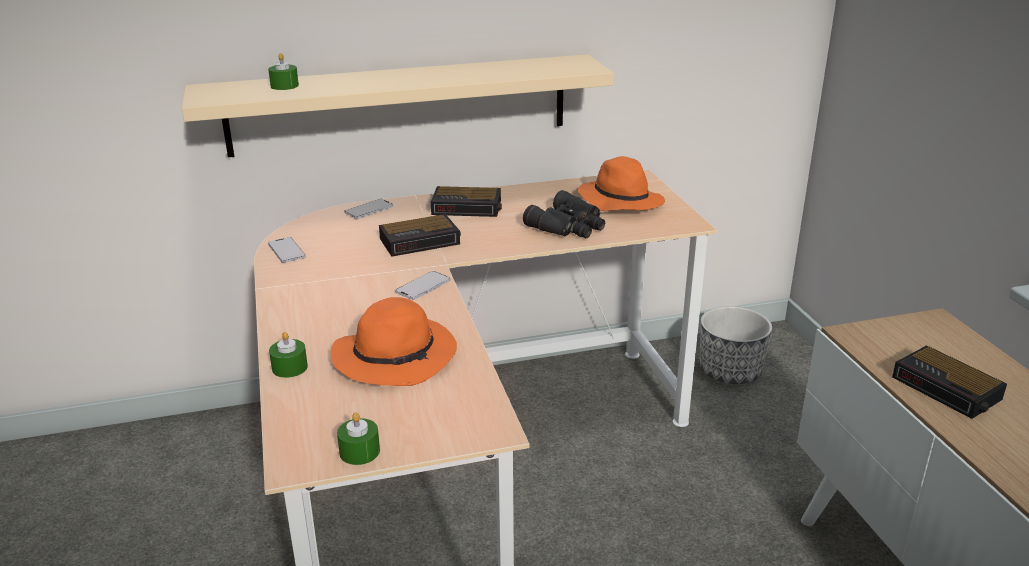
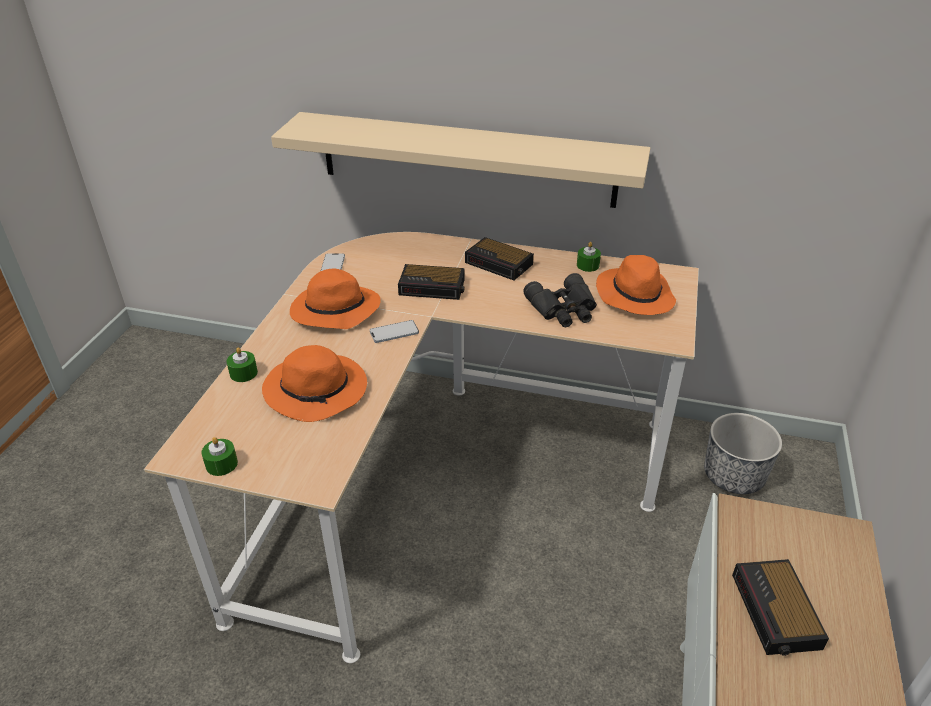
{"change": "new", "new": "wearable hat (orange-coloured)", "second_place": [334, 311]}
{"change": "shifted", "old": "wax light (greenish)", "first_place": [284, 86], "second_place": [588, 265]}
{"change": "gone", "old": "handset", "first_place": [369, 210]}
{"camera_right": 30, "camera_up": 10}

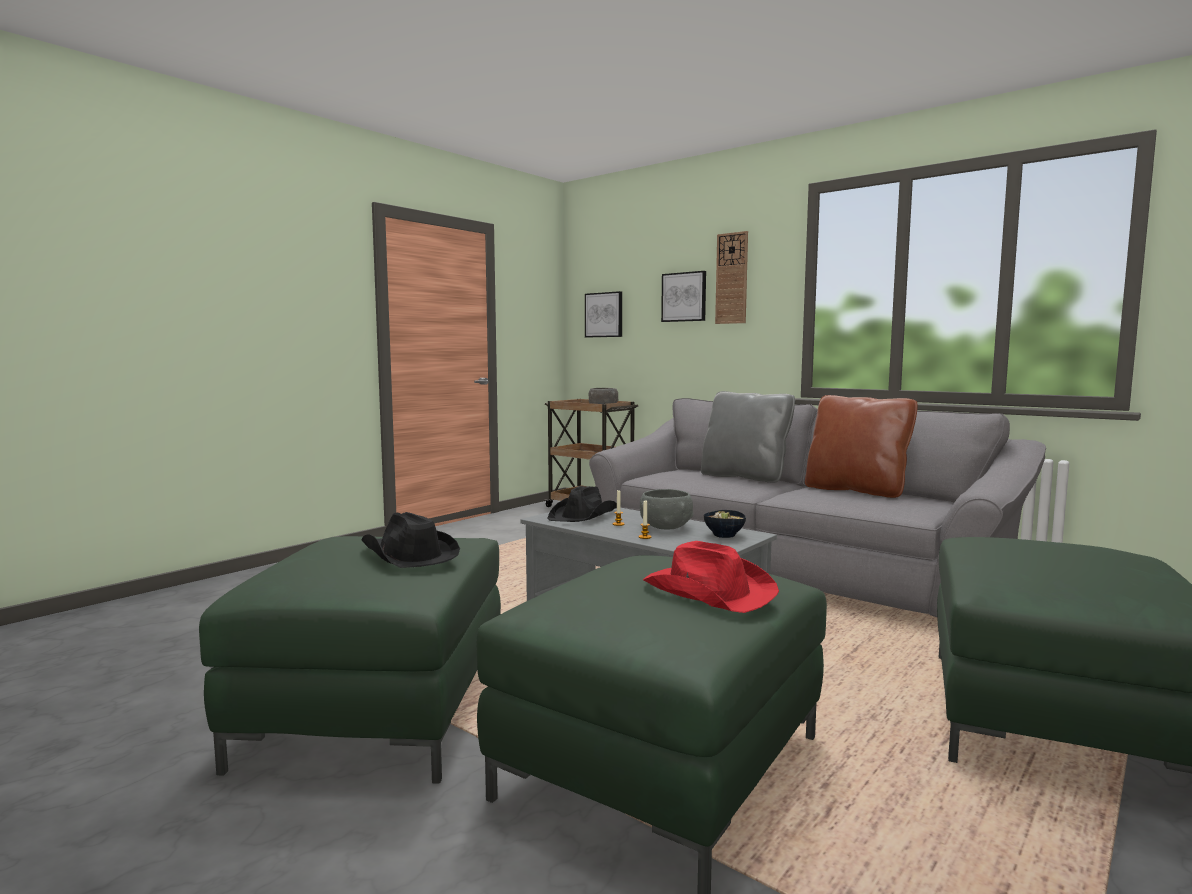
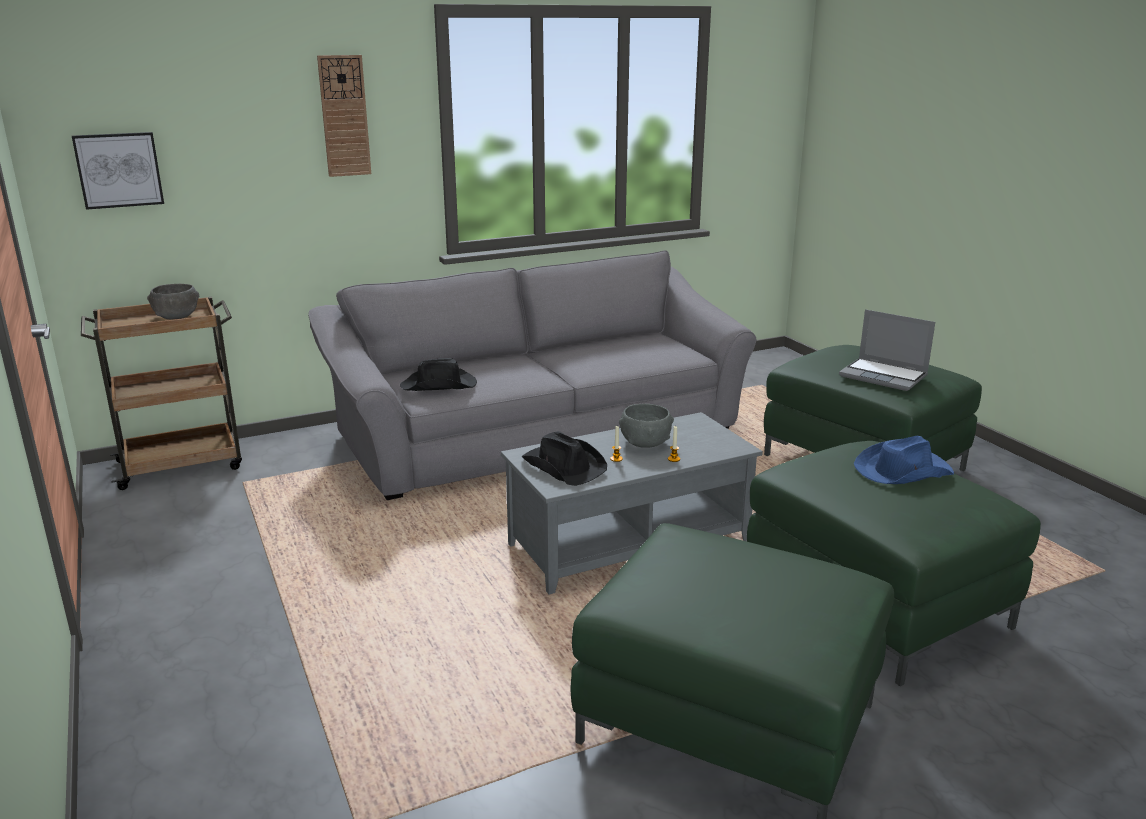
{"change": "shifted", "old": "wearable hat (blackish)", "first_place": [408, 555], "second_place": [439, 385]}
{"change": "new", "new": "notebook computer", "second_place": [884, 376]}
{"change": "repainted", "old": "wearable hat (red-coloured)", "new": "wearable hat (blue-coloured)", "first_place": [708, 590], "second_place": [901, 470]}
{"change": "gone", "old": "wall picture", "first_place": [684, 297]}
{"change": "gone", "old": "pillow (gray)", "first_place": [745, 477]}
{"change": "gone", "old": "deep dish", "first_place": [723, 535]}
{"change": "gone", "old": "pillow (brown-coloured)", "first_place": [856, 490]}
{"camera_right": -65, "camera_up": 15}

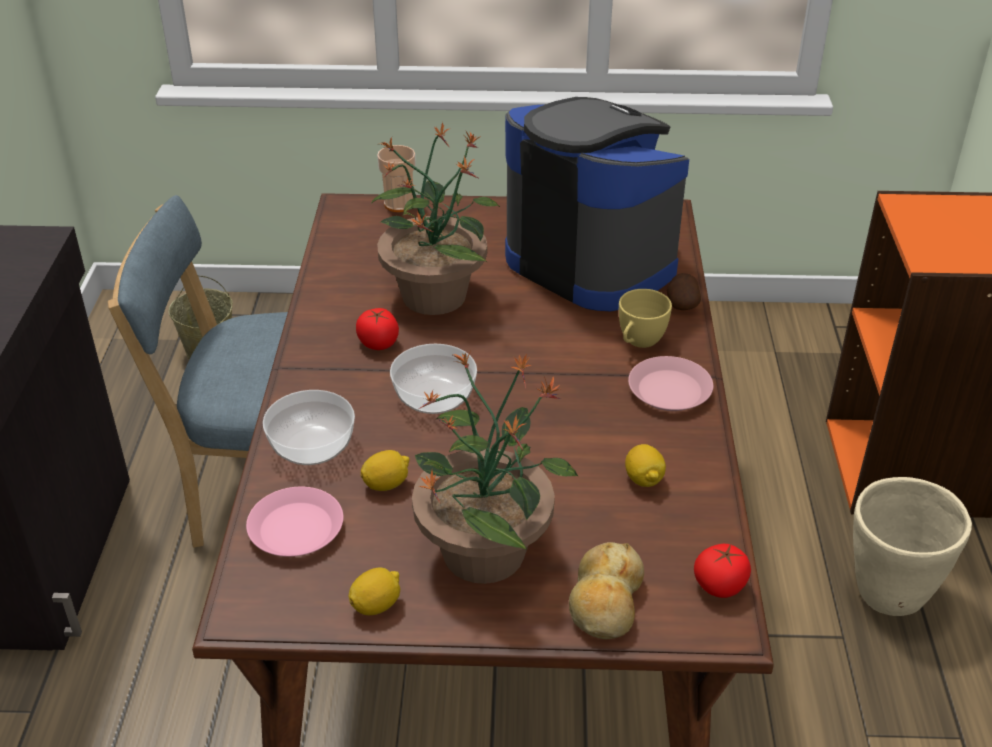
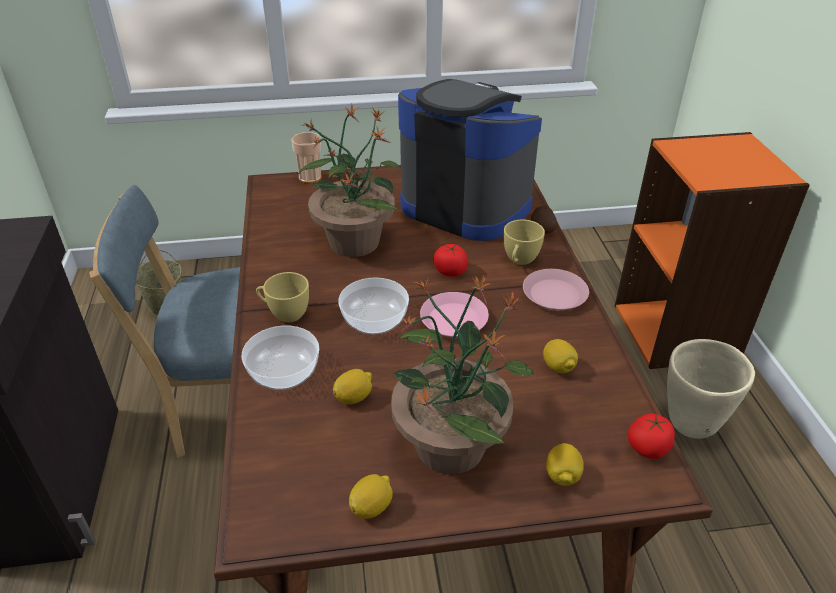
{"change": "new", "new": "small cup (yellow)", "second_place": [284, 313]}
{"change": "shifted", "old": "plate (pink-coloured)", "first_place": [296, 528], "second_place": [454, 319]}
{"change": "shifted", "old": "whole tomato", "first_place": [378, 343], "second_place": [450, 271]}
{"change": "swapped", "old": "baked bread", "new": "whole lemon", "first_place": [605, 602], "second_place": [562, 476]}
{"camera_right": -10, "camera_up": 0}

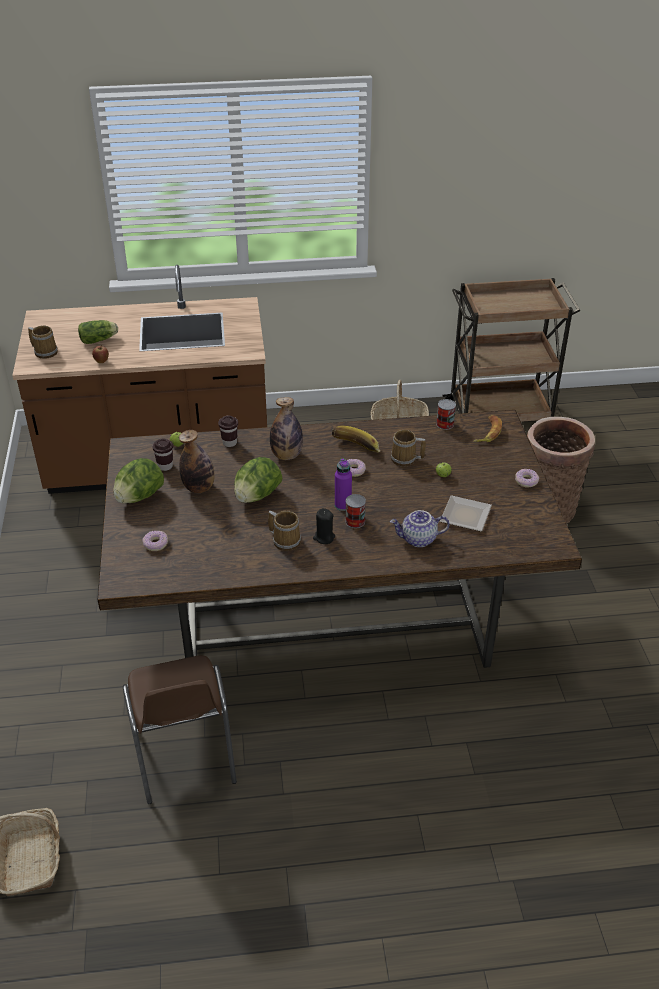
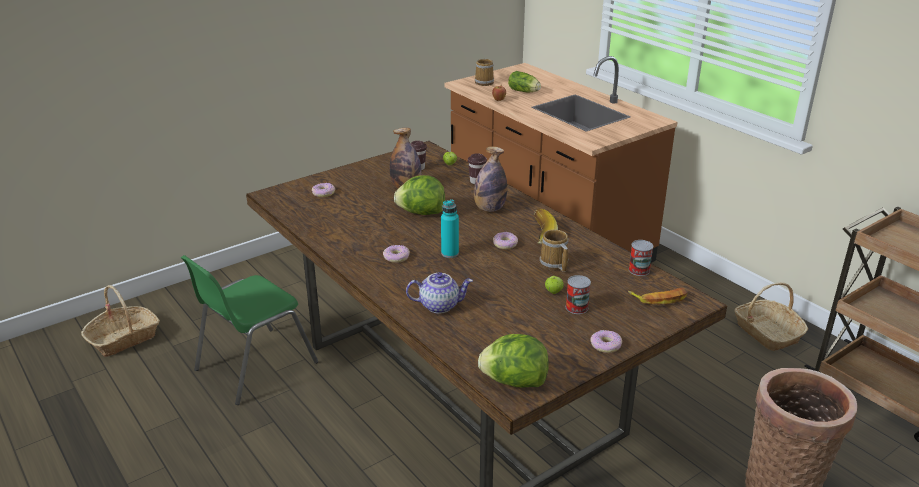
{"change": "repainted", "old": "upright chair (brown-coloured)", "new": "upright chair (greenish)", "first_place": [183, 752], "second_place": [254, 366]}
{"change": "swapped", "old": "wax light (blackish)", "new": "ring doughnut", "first_place": [324, 537], "second_place": [396, 257]}
{"change": "rotated", "old": "teapot", "first_place": [418, 540], "second_place": [439, 305], "degrees": 120}
{"change": "repainted", "old": "beverage bottle (purple-coloured)", "new": "beverage bottle (blue-green)", "first_place": [343, 505], "second_place": [450, 253]}
{"change": "shifted", "old": "head of lettuce", "first_place": [139, 497], "second_place": [514, 382]}
{"change": "shifted", "old": "can", "first_place": [355, 521], "second_place": [576, 307]}
{"change": "gone", "old": "tea mug", "first_place": [285, 540]}
{"change": "gone", "old": "plate", "first_place": [466, 517]}
{"camera_right": 60, "camera_up": -10}

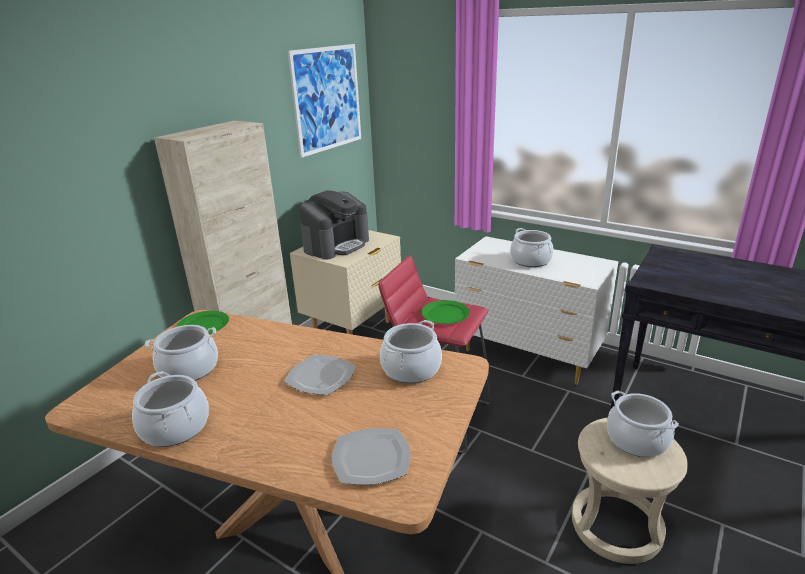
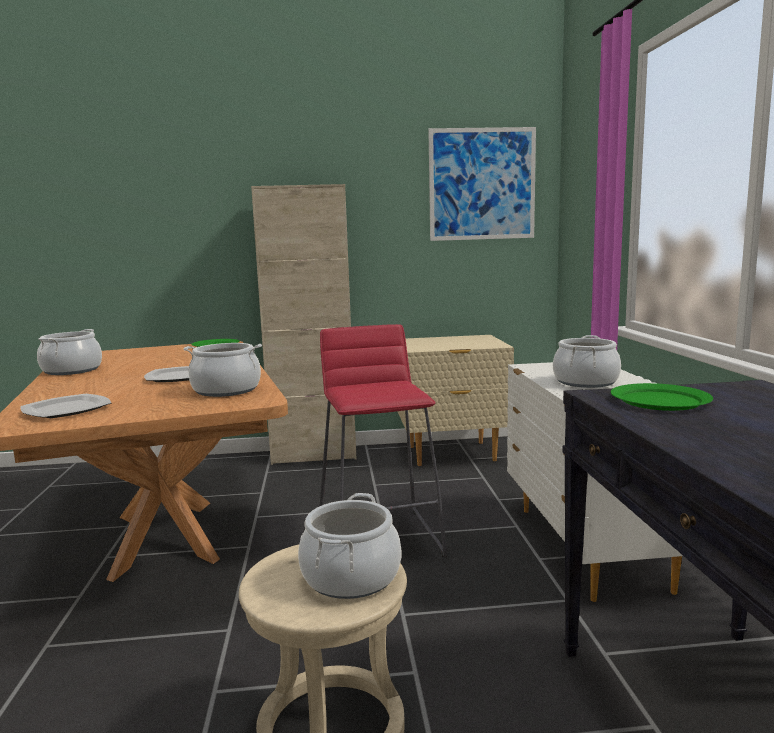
{"change": "shifted", "old": "plate (greenish)", "first_place": [445, 314], "second_place": [659, 400]}
{"change": "gone", "old": "stockpot", "first_place": [189, 369]}
{"change": "gone", "old": "coffee brewer", "first_place": [336, 245]}
{"camera_right": 50, "camera_up": -15}

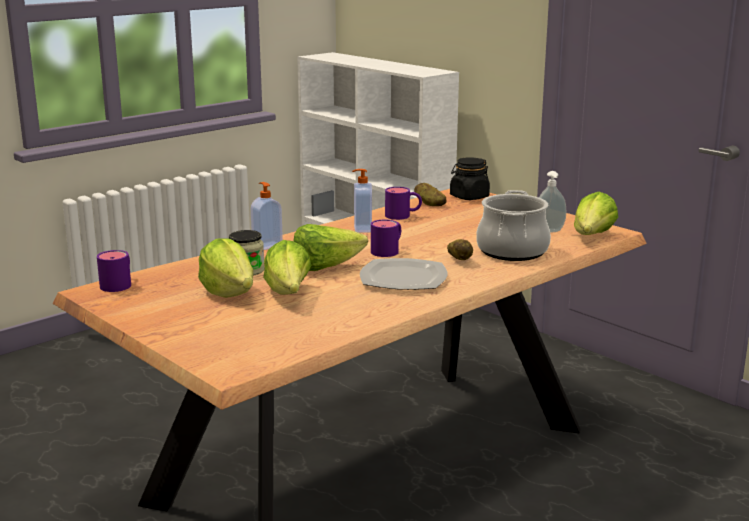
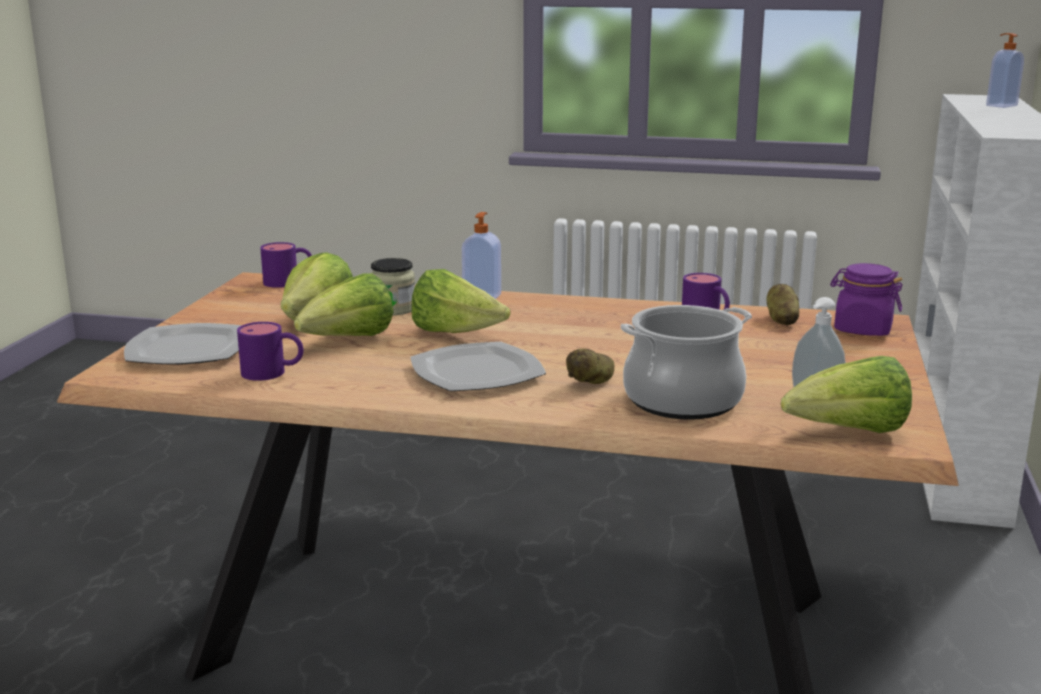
{"change": "new", "new": "plate", "second_place": [186, 350]}
{"change": "shifted", "old": "tea mug (purple-coloured)", "first_place": [388, 250], "second_place": [273, 372]}
{"change": "repainted", "old": "storage jar (blackish)", "new": "storage jar (purple-coloured)", "first_place": [469, 197], "second_place": [862, 329]}
{"change": "shifted", "old": "soap bottle", "first_place": [362, 229], "second_place": [1000, 105]}
{"camera_right": 55, "camera_up": 0}

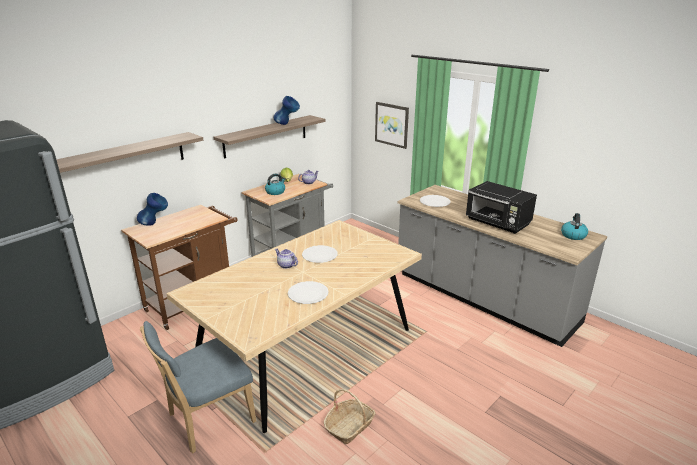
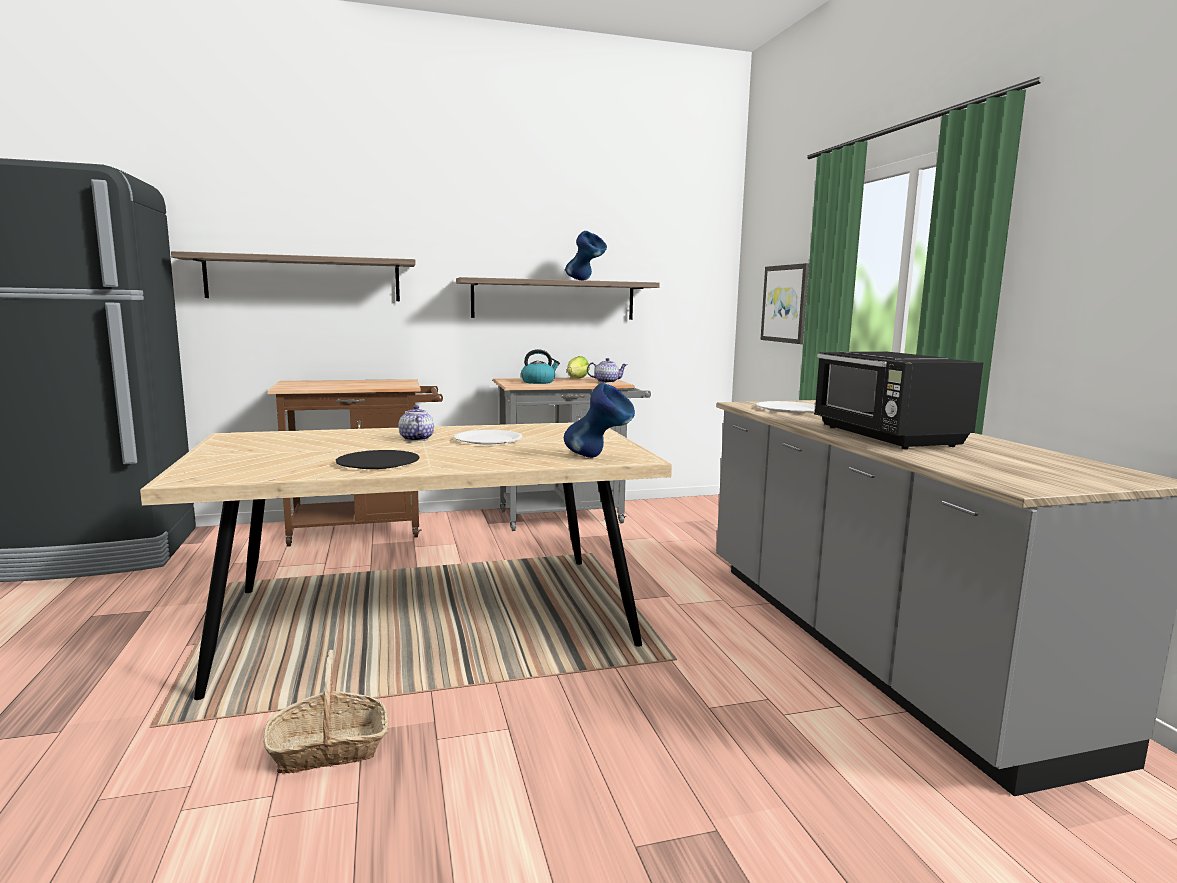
{"change": "repainted", "old": "plate (whitish)", "new": "plate (blackish)", "first_place": [308, 294], "second_place": [378, 462]}
{"change": "shifted", "old": "decorative vase (blue-coloured)", "first_place": [155, 224], "second_place": [599, 457]}
{"change": "gone", "old": "upright chair (blue-coloured)", "first_place": [207, 419]}
{"change": "gone", "old": "tea kettle", "first_place": [573, 235]}
{"camera_right": 30, "camera_up": -15}

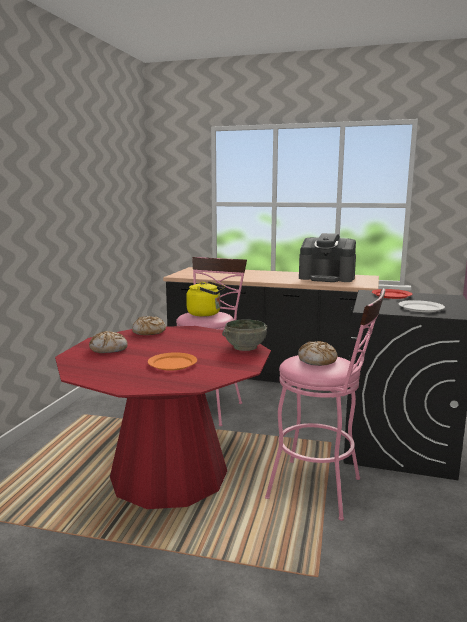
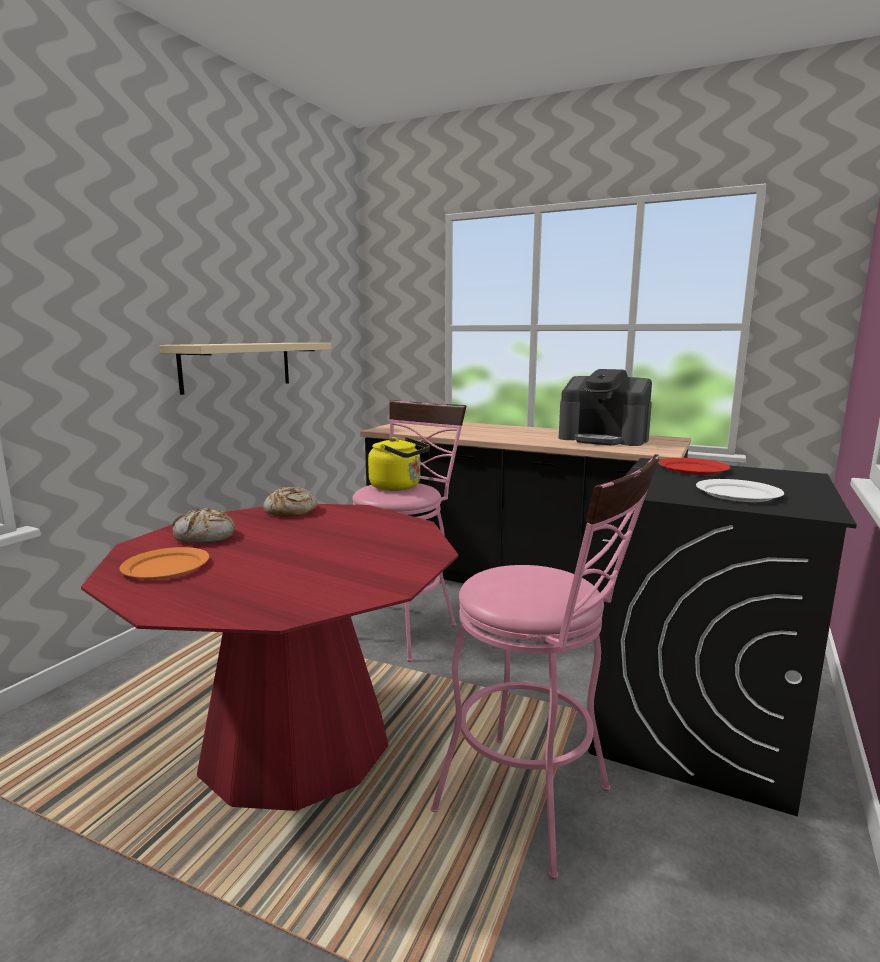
{"change": "shifted", "old": "plate (orange-coloured)", "first_place": [172, 363], "second_place": [166, 566]}
{"change": "new", "new": "wall shelf (sand-coloured)", "second_place": [237, 366]}
{"change": "gone", "old": "deep dish (gray)", "first_place": [245, 347]}
{"change": "gone", "old": "baked bread", "first_place": [317, 360]}
{"camera_right": 10, "camera_up": 0}

